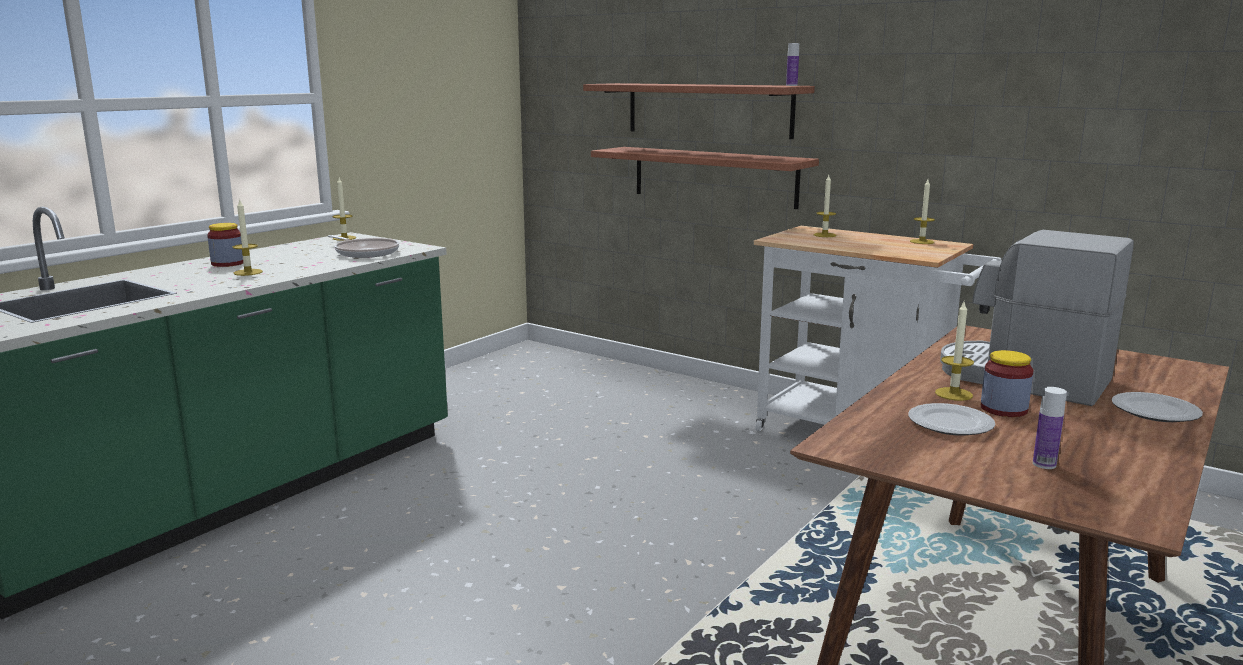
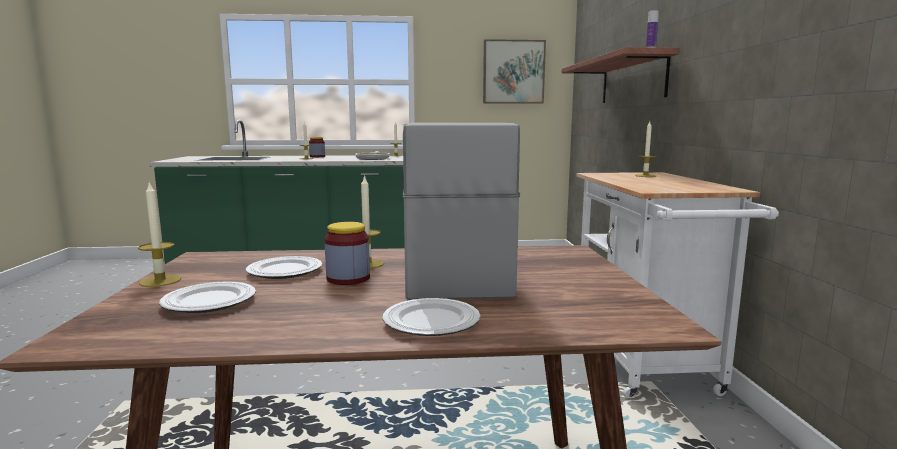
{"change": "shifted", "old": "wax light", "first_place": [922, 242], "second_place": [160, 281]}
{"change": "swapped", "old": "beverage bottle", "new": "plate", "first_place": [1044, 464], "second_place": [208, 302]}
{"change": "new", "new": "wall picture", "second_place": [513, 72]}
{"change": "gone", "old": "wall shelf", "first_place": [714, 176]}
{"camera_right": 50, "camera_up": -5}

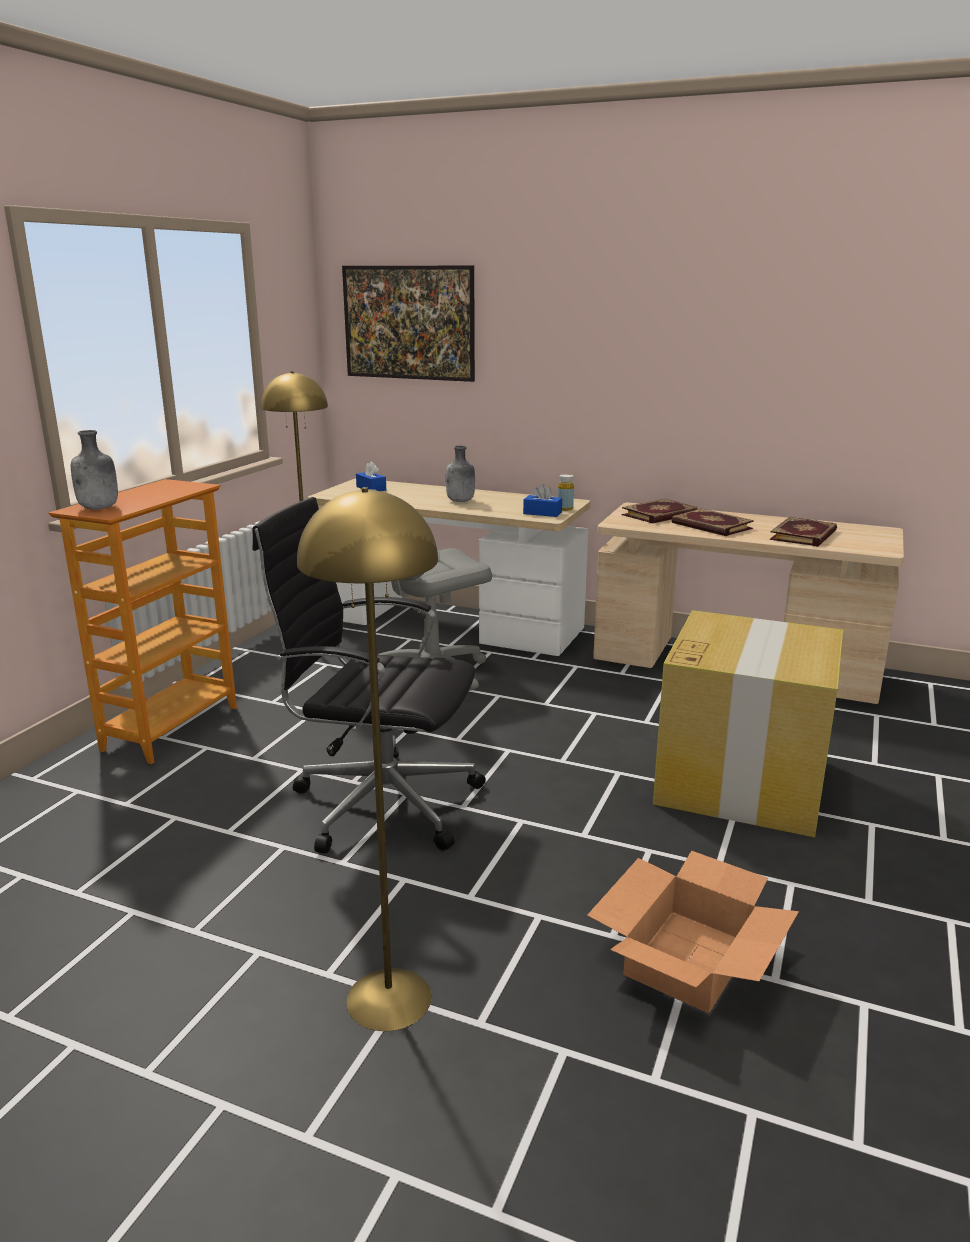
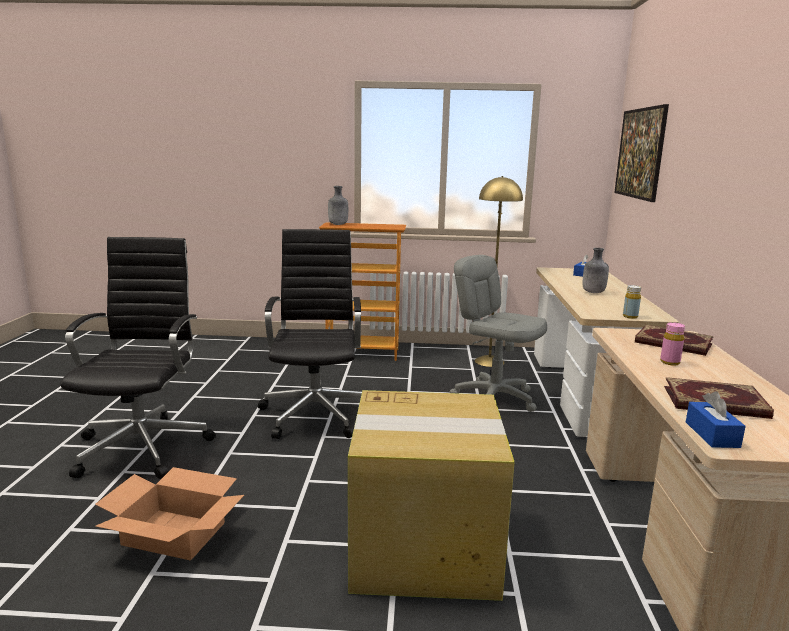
{"change": "swapped", "old": "standard lamp (yellow)", "new": "office chair (blackish)", "first_place": [388, 998], "second_place": [144, 446]}
{"change": "swapped", "old": "book", "new": "beverage bottle (pink-coloured)", "first_place": [711, 526], "second_place": [669, 362]}
{"change": "shifted", "old": "tissue holder (blue-coloured)", "first_place": [542, 513], "second_place": [712, 434]}
{"camera_right": 70, "camera_up": -5}

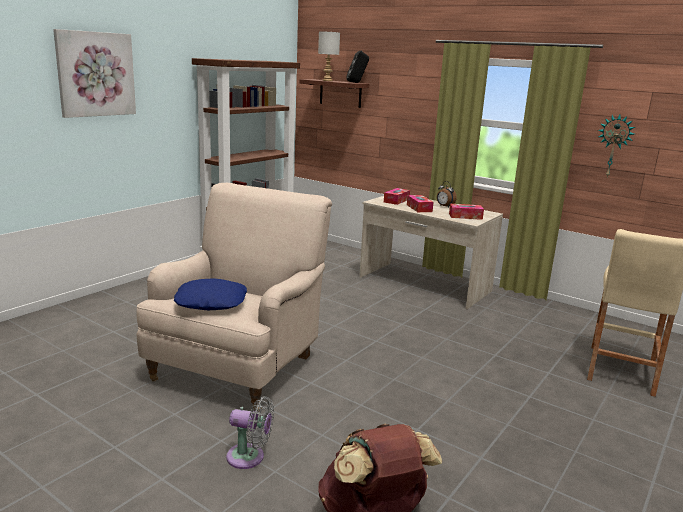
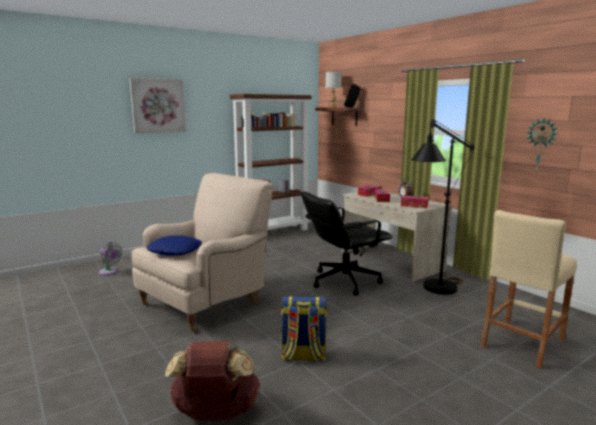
{"change": "shifted", "old": "cooling fan (gray)", "first_place": [249, 457], "second_place": [110, 272]}
{"change": "new", "new": "backpack", "second_place": [303, 355]}
{"change": "new", "new": "office chair (blackish)", "second_place": [344, 281]}
{"change": "new", "new": "standard lamp (blackish)", "second_place": [434, 290]}
{"camera_right": 20, "camera_up": -5}

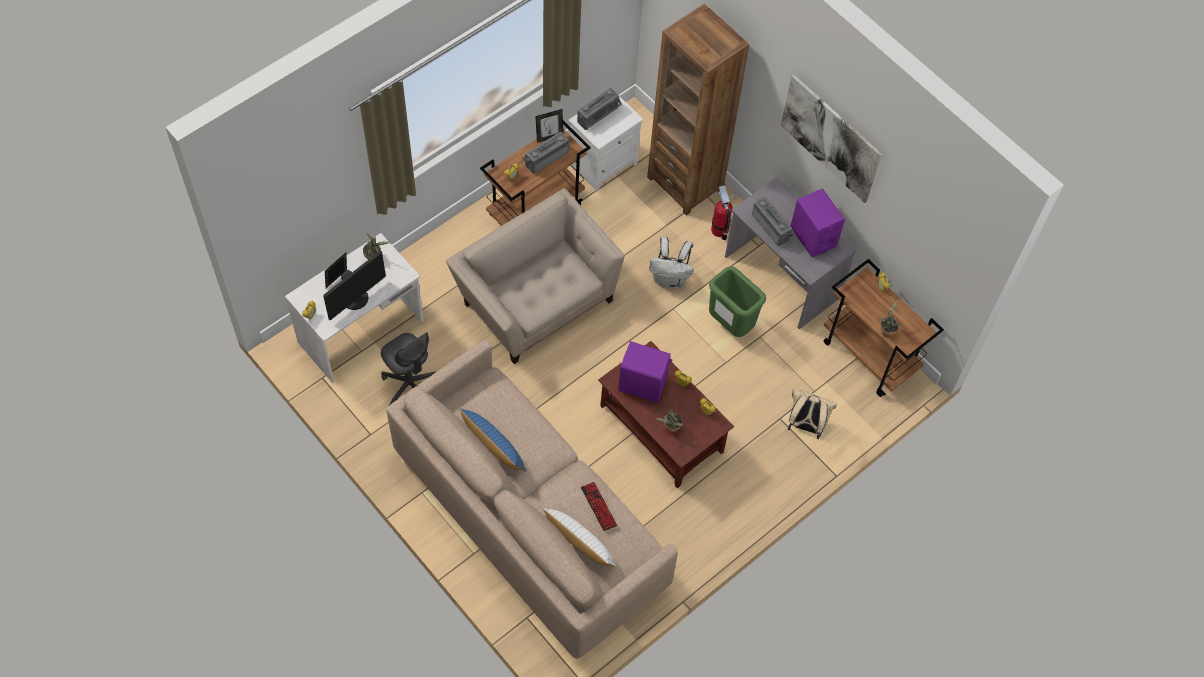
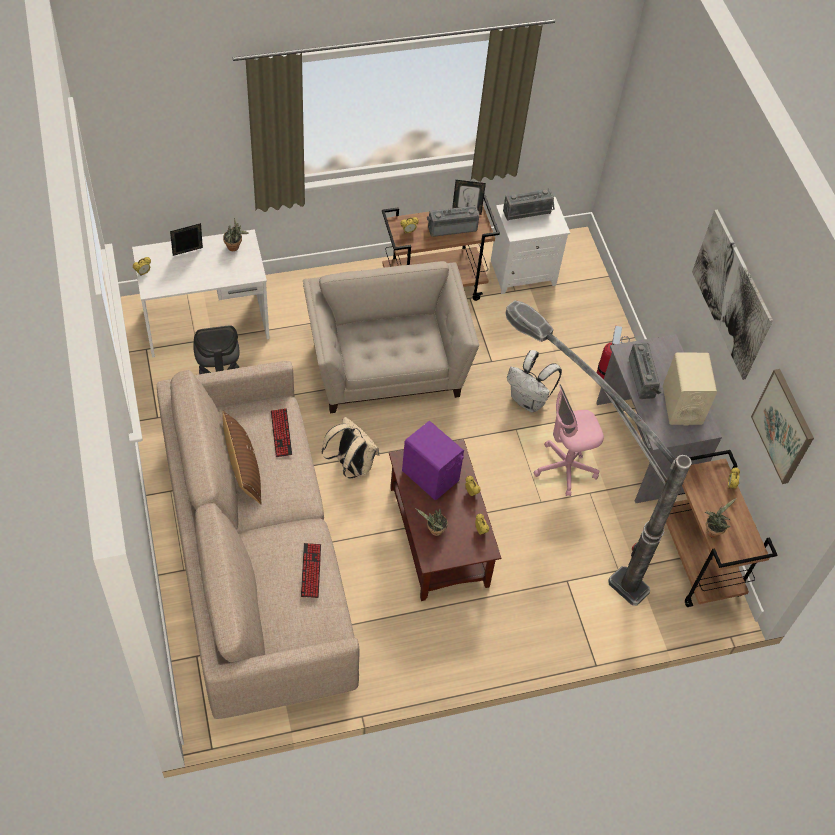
{"change": "repainted", "old": "pillow (blue-coloured)", "new": "pillow (brown-coloured)", "first_place": [493, 447], "second_place": [243, 468]}
{"change": "new", "new": "keyboard", "second_place": [281, 433]}
{"change": "shifted", "old": "backpack (sand-coloured)", "first_place": [805, 426], "second_place": [351, 465]}
{"change": "new", "new": "standard lamp", "second_place": [559, 526]}
{"change": "swapped", "old": "trash can (greenish)", "new": "office chair (pink-coloured)", "first_place": [729, 324], "second_place": [565, 468]}
{"change": "repainted", "old": "audio speaker (purple-coloured)", "new": "audio speaker (sand-coloured)", "first_place": [813, 237], "second_place": [682, 405]}
{"change": "new", "new": "wall picture", "second_place": [783, 426]}
{"change": "gone", "old": "monitor", "first_place": [356, 299]}
{"change": "gone", "old": "pillow (whitish)", "first_place": [579, 544]}
{"change": "gone", "old": "shelving unit (brown-coloured)", "first_place": [685, 183]}
{"camera_right": 25, "camera_up": -5}

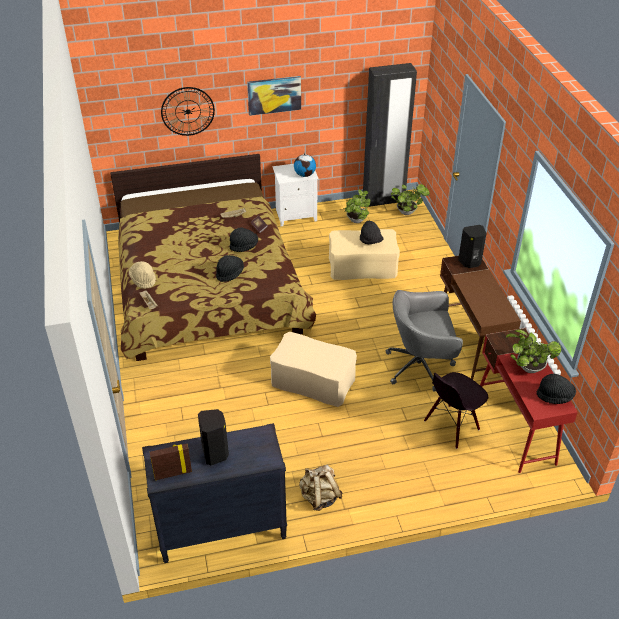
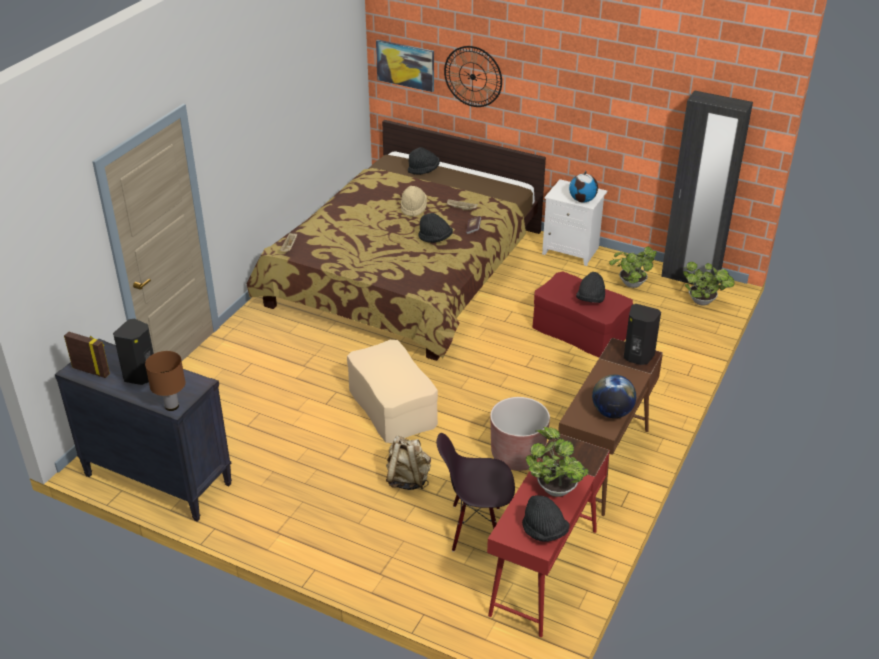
{"change": "new", "new": "tabletop lamp (brown-coloured)", "second_place": [172, 406]}
{"change": "shifted", "old": "wall picture", "first_place": [274, 95], "second_place": [405, 65]}
{"change": "shifted", "old": "backpack (sand-coloured)", "first_place": [319, 497], "second_place": [408, 479]}
{"change": "shifted", "old": "wearable hat (sand-coloured)", "first_place": [143, 280], "second_place": [413, 208]}
{"change": "shifted", "old": "wearable hat (blackish)", "first_place": [230, 274], "second_place": [423, 170]}
{"change": "swapped", "old": "office chair (gray)", "new": "plant pot (brown-coloured)", "first_place": [421, 366], "second_place": [517, 455]}
{"change": "repainted", "old": "ottoman (sand-coloured)", "new": "ottoman (red-coloured)", "first_place": [362, 266], "second_place": [580, 330]}
{"change": "new", "new": "globe", "second_place": [612, 412]}
{"camera_right": 40, "camera_up": -5}

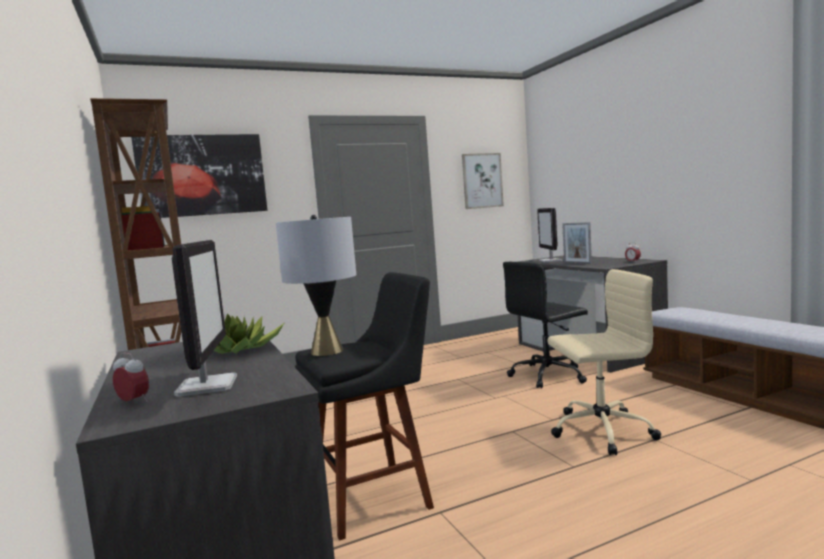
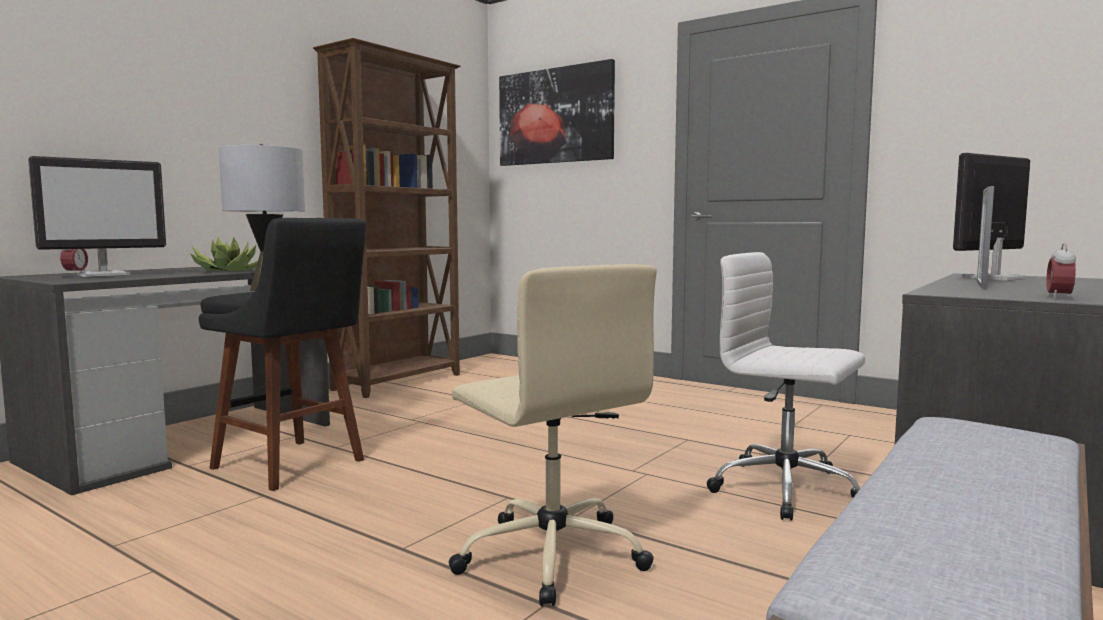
{"change": "repainted", "old": "office chair (blackish)", "new": "office chair (whitish)", "first_place": [548, 375], "second_place": [788, 490]}
{"change": "gone", "old": "wall picture", "first_place": [482, 181]}
{"camera_right": 60, "camera_up": 0}

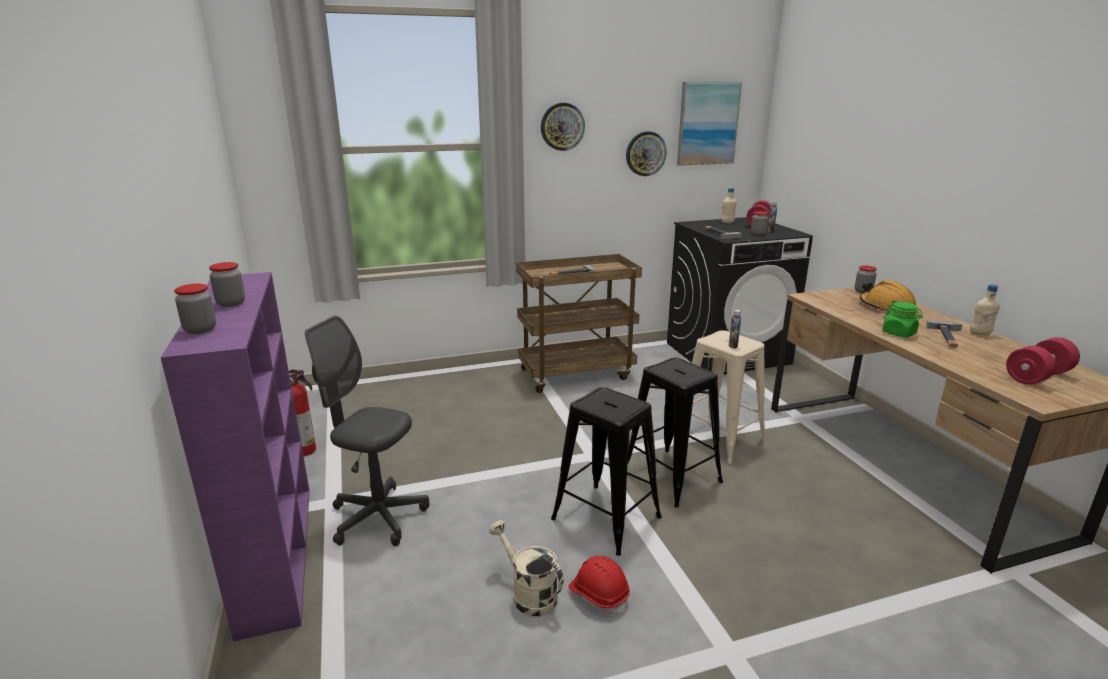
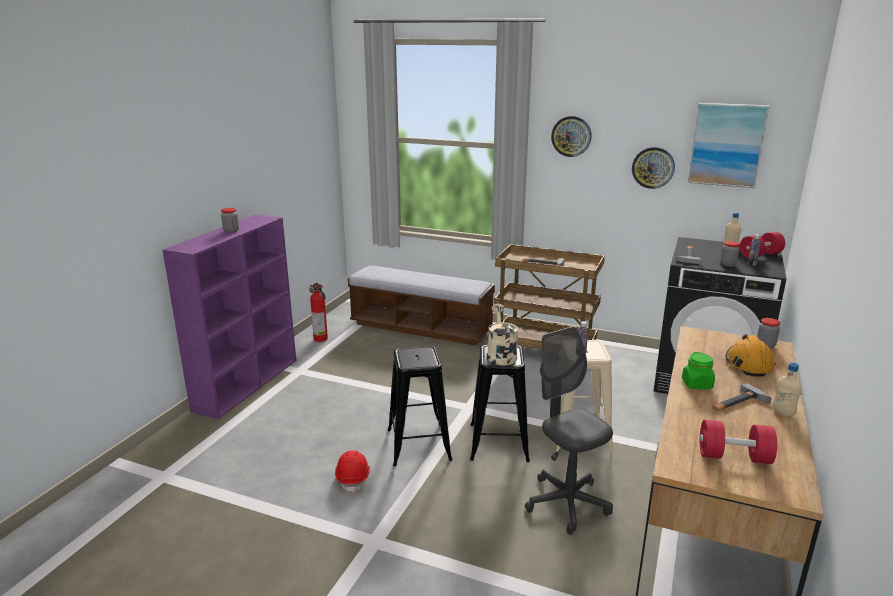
{"change": "new", "new": "long seat", "second_place": [421, 328]}
{"change": "shifted", "old": "sprinkling can (sand-coloured)", "first_place": [528, 593], "second_place": [500, 354]}
{"change": "shifted", "old": "office chair (gray)", "first_place": [378, 517], "second_place": [567, 503]}
{"change": "gone", "old": "storage jar", "first_place": [200, 330]}
{"camera_right": 40, "camera_up": 0}

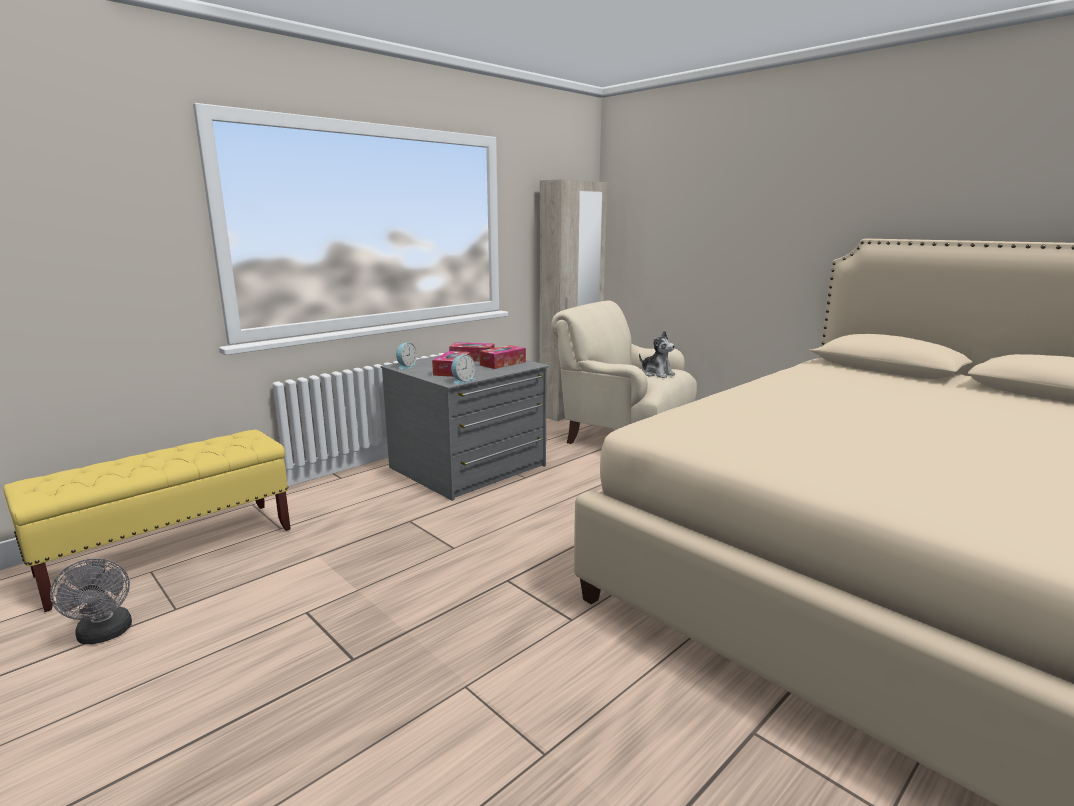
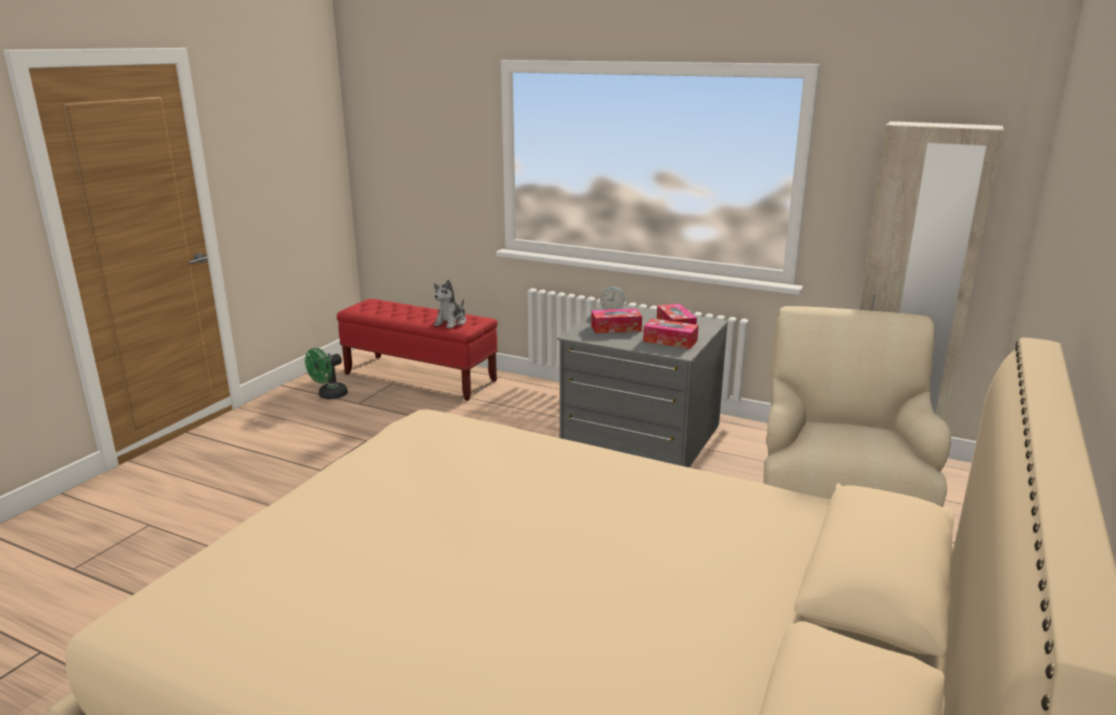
{"change": "repainted", "old": "cooling fan (gray)", "new": "cooling fan (greenish)", "first_place": [105, 635], "second_place": [329, 396]}
{"change": "repainted", "old": "long seat (yellow)", "new": "long seat (red-coloured)", "first_place": [171, 551], "second_place": [420, 378]}
{"change": "shifted", "old": "cuddly toy", "first_place": [656, 374], "second_place": [451, 322]}
{"change": "gone", "old": "table clock", "first_place": [462, 381]}
{"camera_right": 70, "camera_up": 5}

